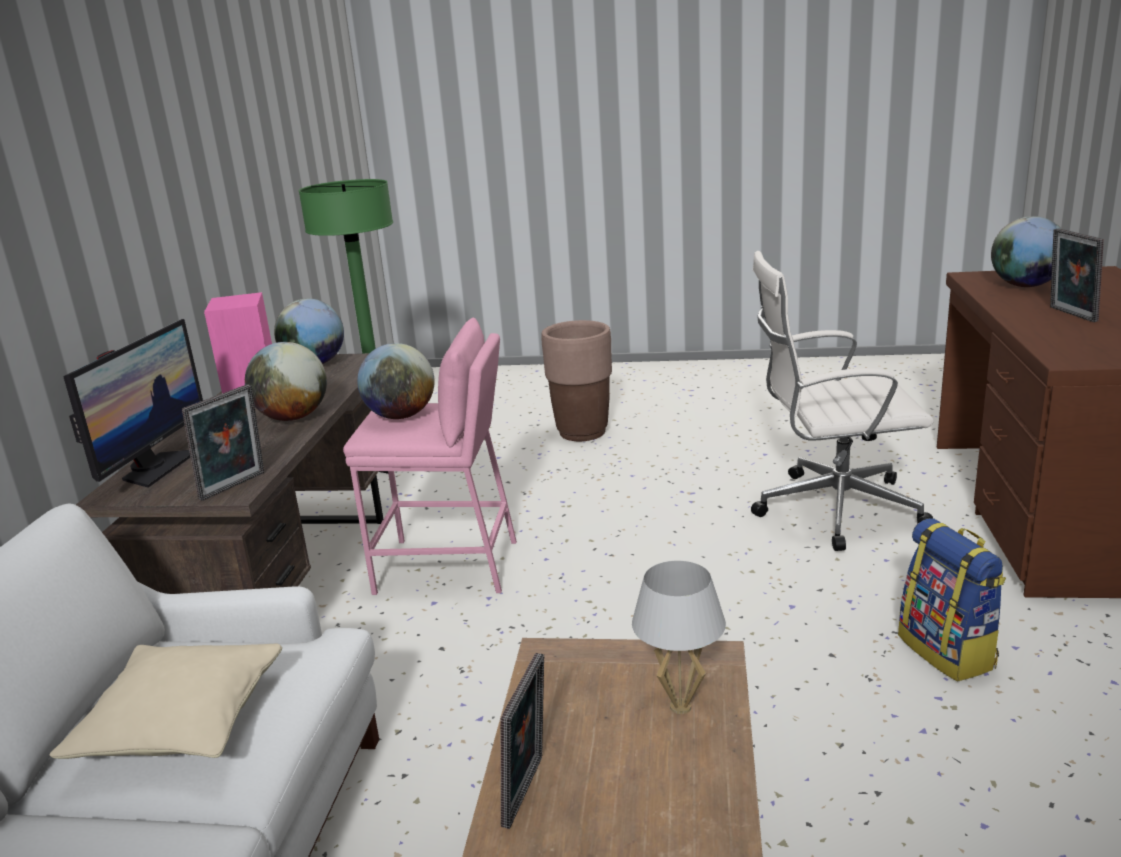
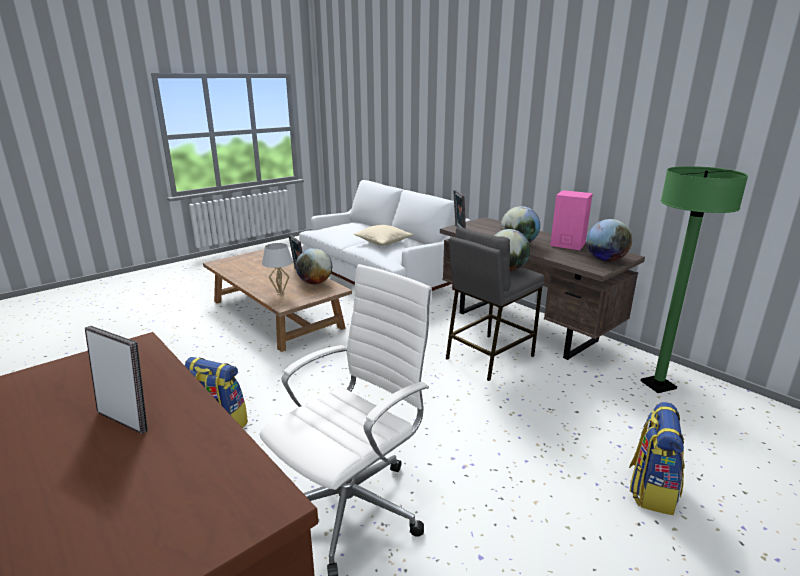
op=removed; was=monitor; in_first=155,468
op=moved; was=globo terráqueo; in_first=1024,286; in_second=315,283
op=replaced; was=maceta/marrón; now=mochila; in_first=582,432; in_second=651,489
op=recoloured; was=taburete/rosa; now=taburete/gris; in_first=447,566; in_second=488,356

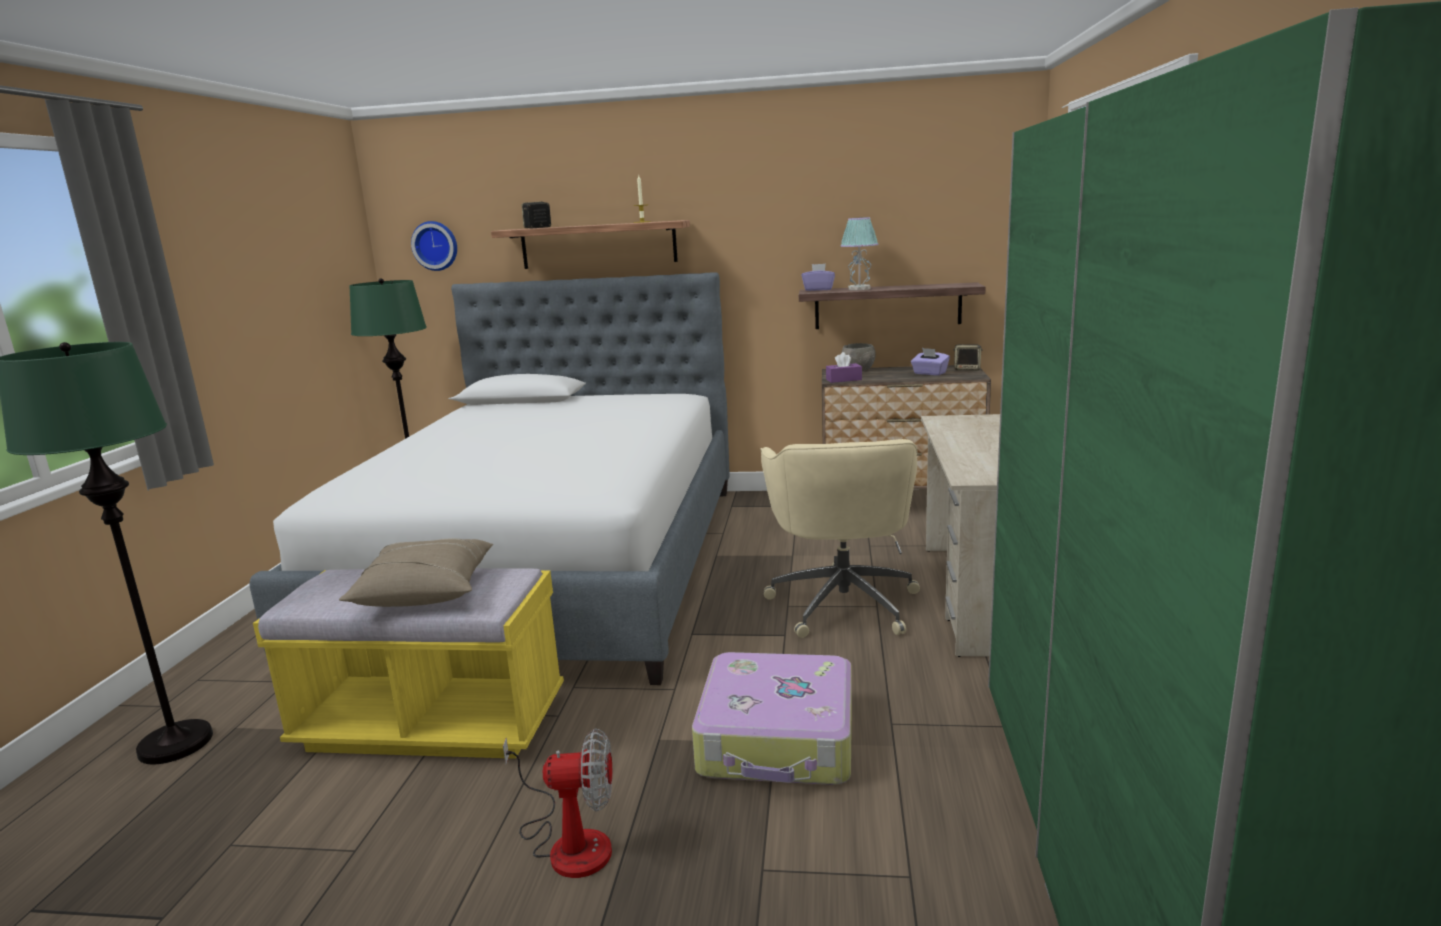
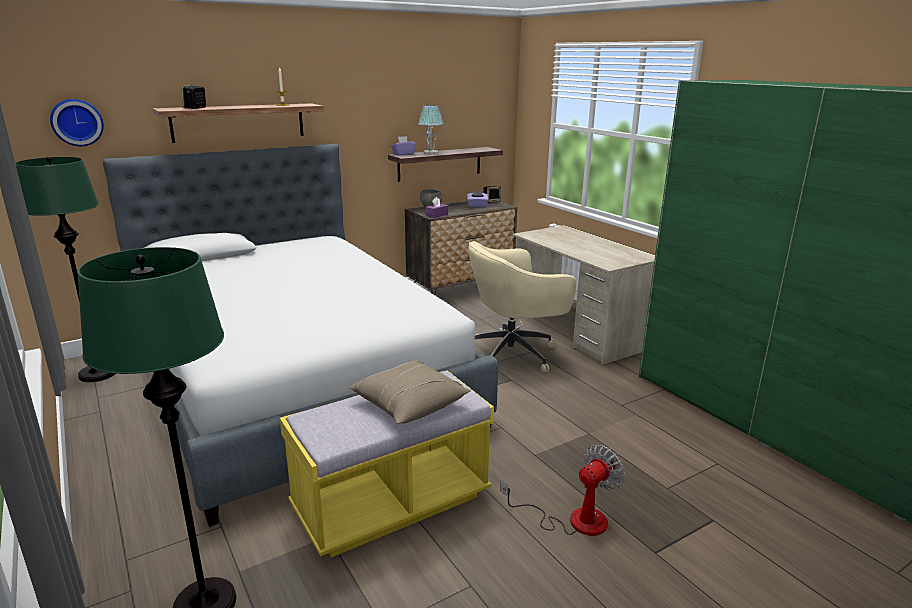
op=removed; was=maleta; in_first=778,739
op=turned; was=silla de oficina/beis; in_first=843,602; in_second=513,353; clockwise=105

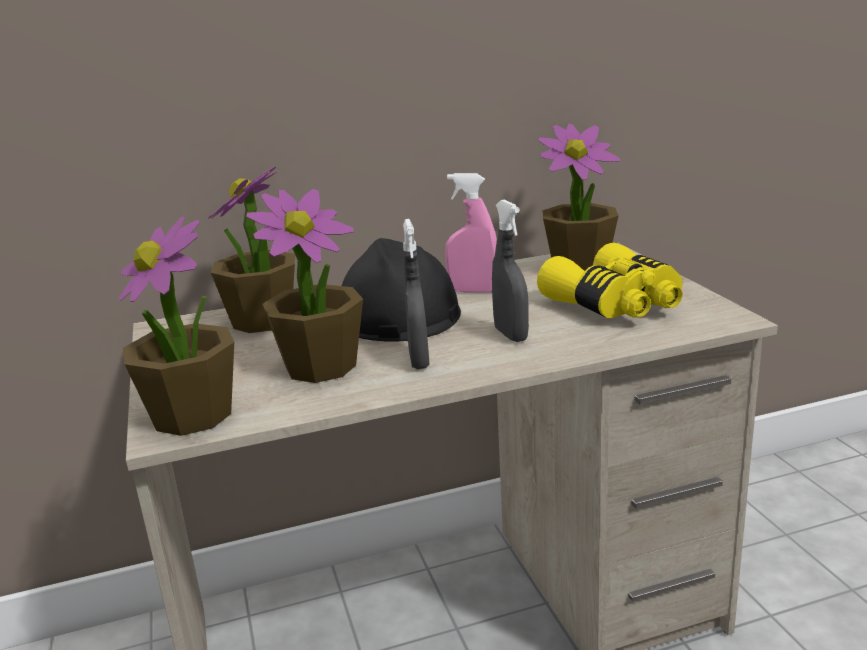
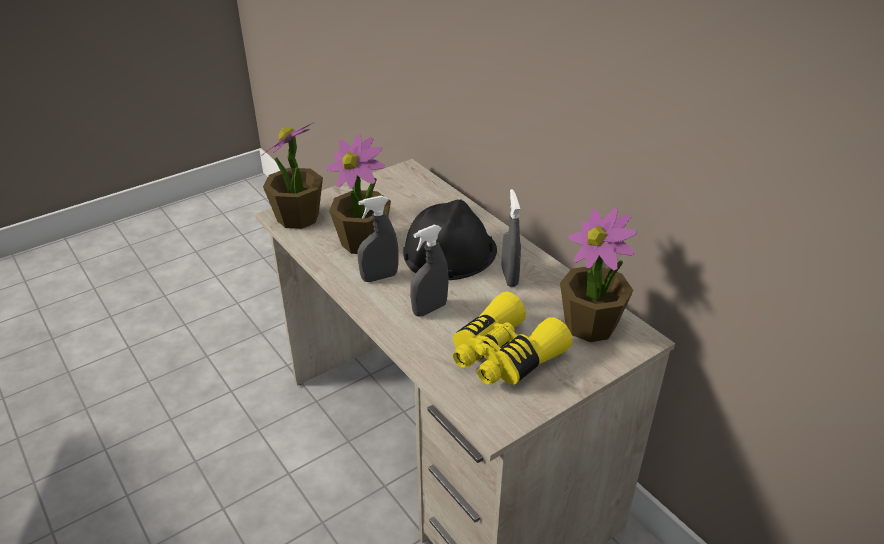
op=removed; was=planta en maceta; in_first=263,321
op=recoloured; was=pulverizador/rosa; now=pulverizador/gris; in_first=473,291; in_second=509,277

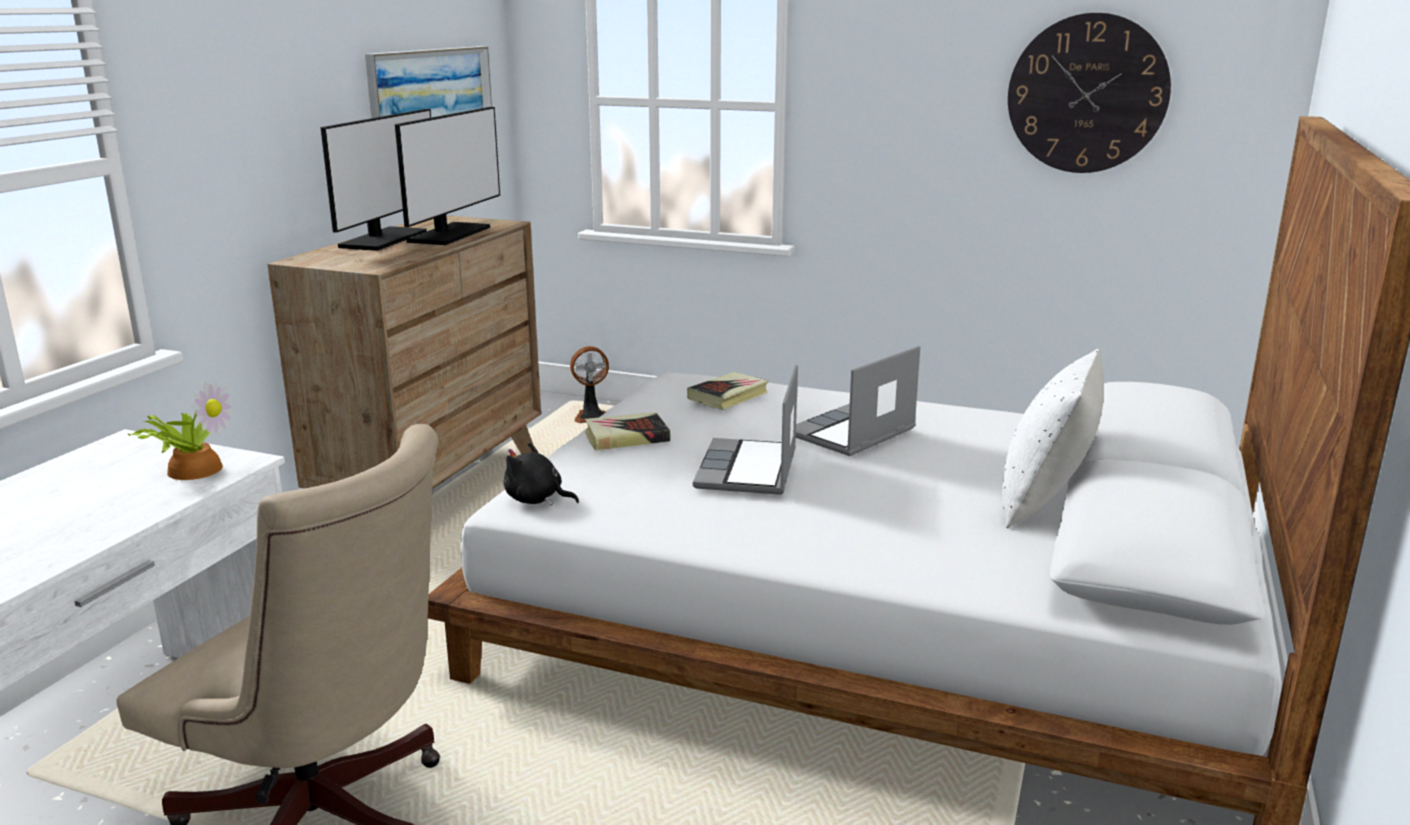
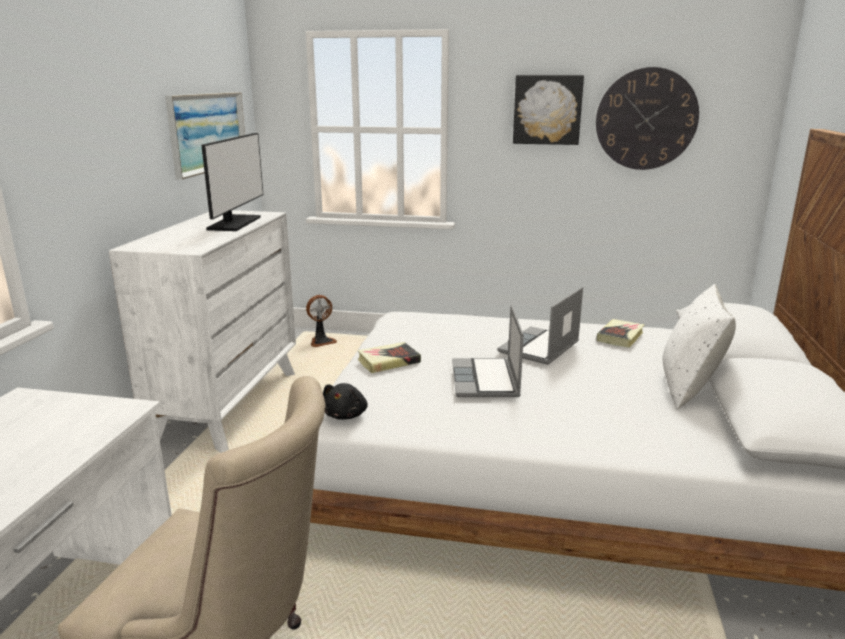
op=removed; was=planta en maceta; in_first=194,468
op=removed; was=monitor; in_first=383,239
op=added; now=cuadro; in_second=547,110
op=moved; was=libro; in_first=728,396; in_second=620,337
op=recoloured; was=cómoda/marrón; now=cómoda/blanco; in_first=433,492; in_second=228,405
op=turned; was=peluche/negro; in_first=536,499; in_second=346,415; clockwise=-90

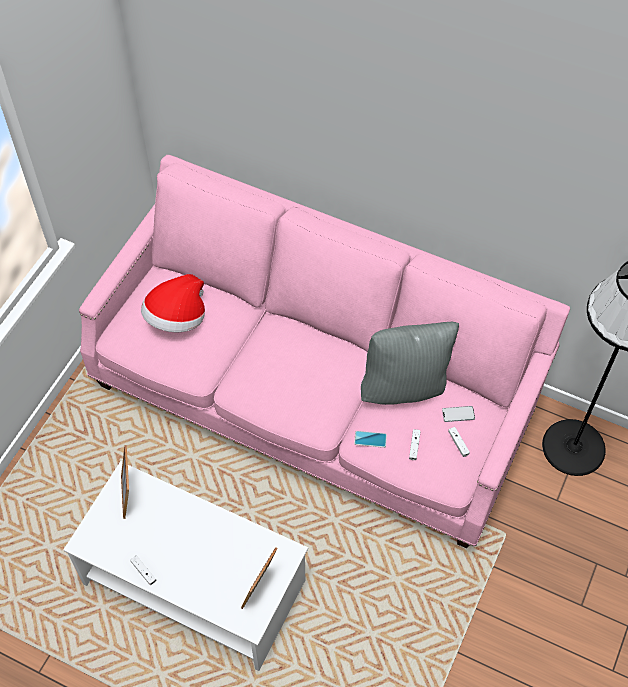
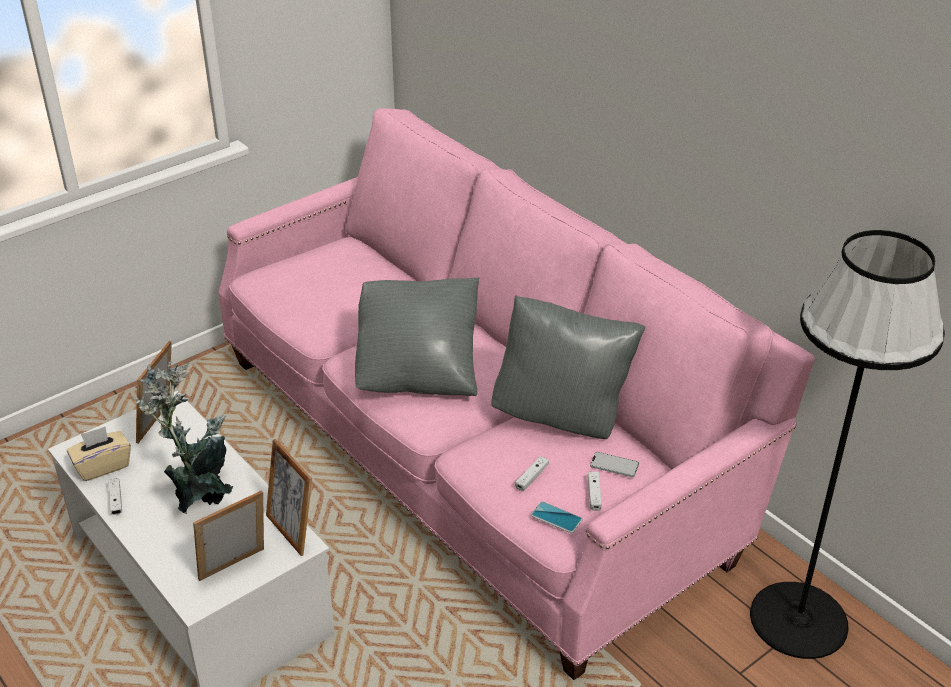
op=removed; was=sombrero; in_first=177,318
op=added; now=caja de pañuelos/beis; in_second=102,466
op=added; now=planta en maceta; in_second=201,497
op=added; now=portarretratos; in_second=292,530
op=added; now=cojín/gris; in_second=419,370
op=moved; was=móvil; in_first=370,439; in_second=556,518

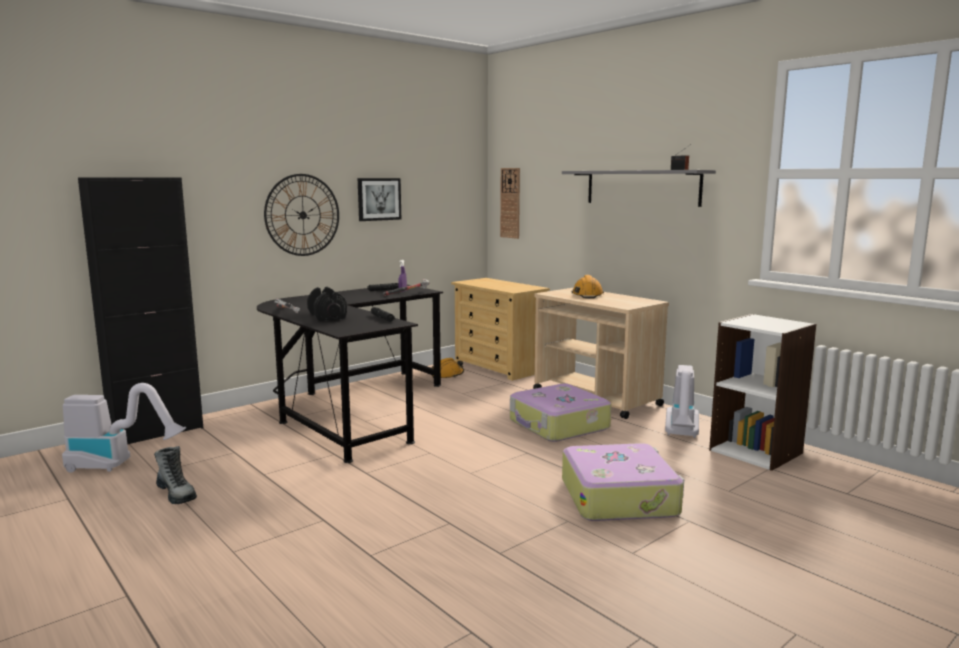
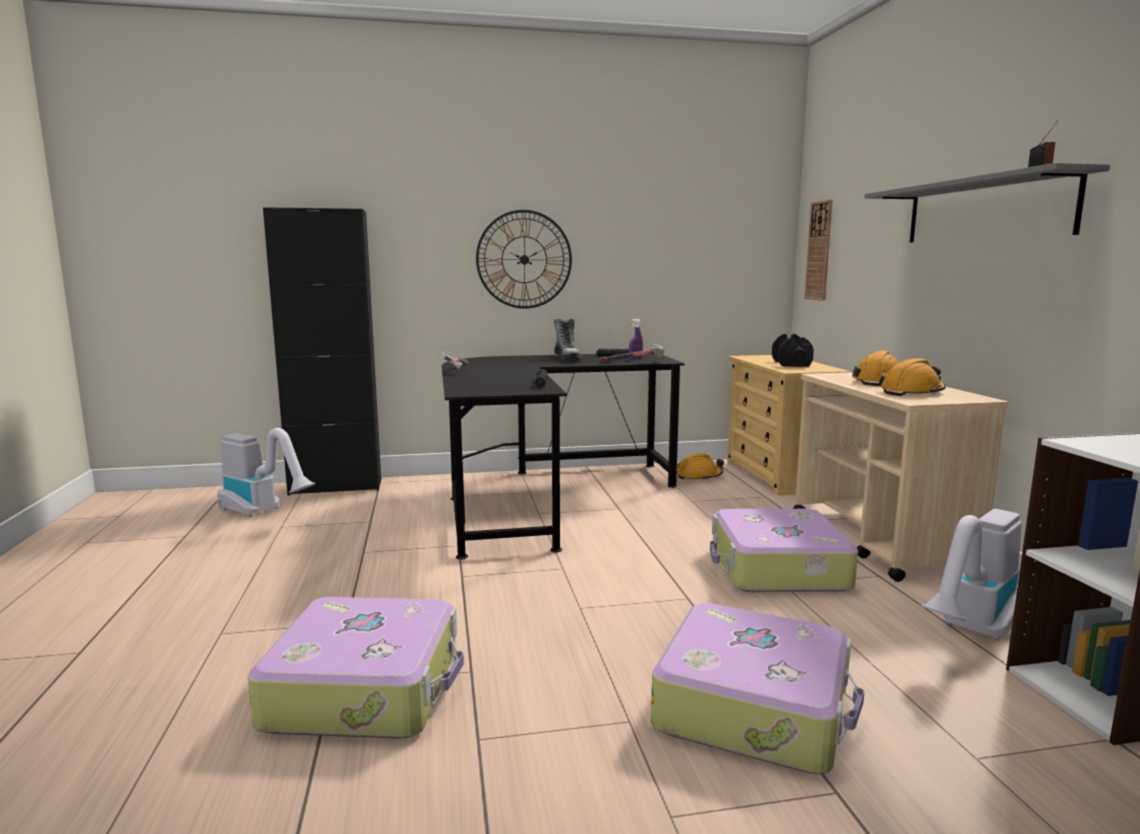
op=removed; was=cuadro; in_first=379,199
op=added; now=maleta; in_second=366,688
op=added; now=casco/naranja; in_second=912,392
op=moved; was=bota; in_first=176,494; in_second=567,358
op=moved; was=mancuerna/negro; in_first=327,316; in_second=791,363

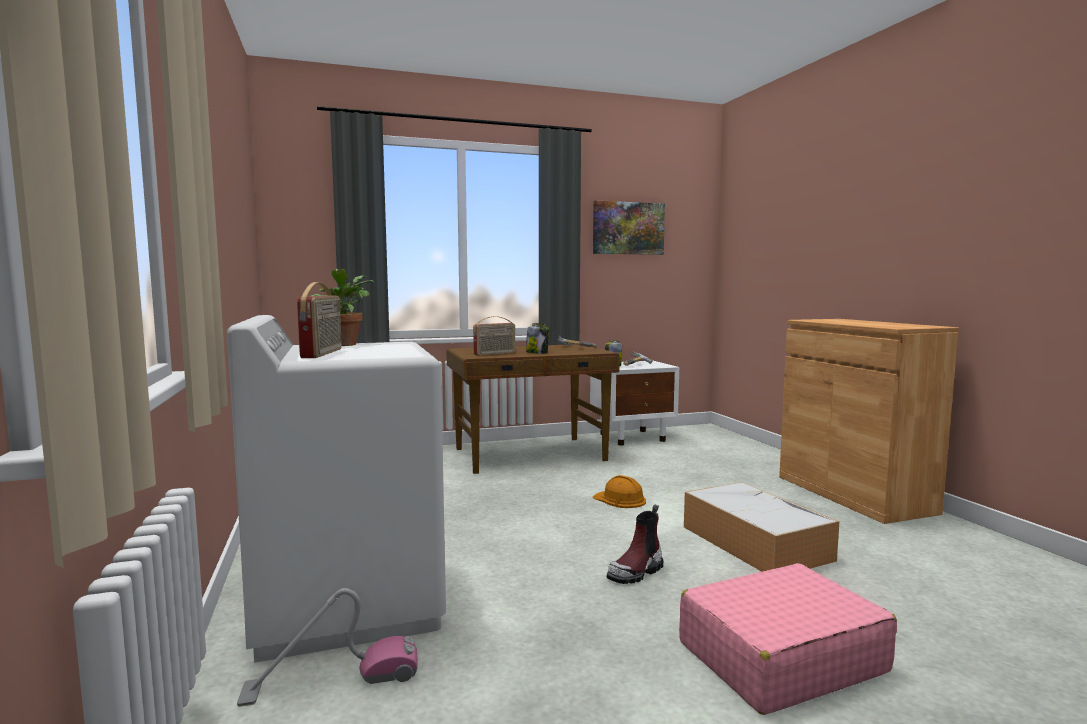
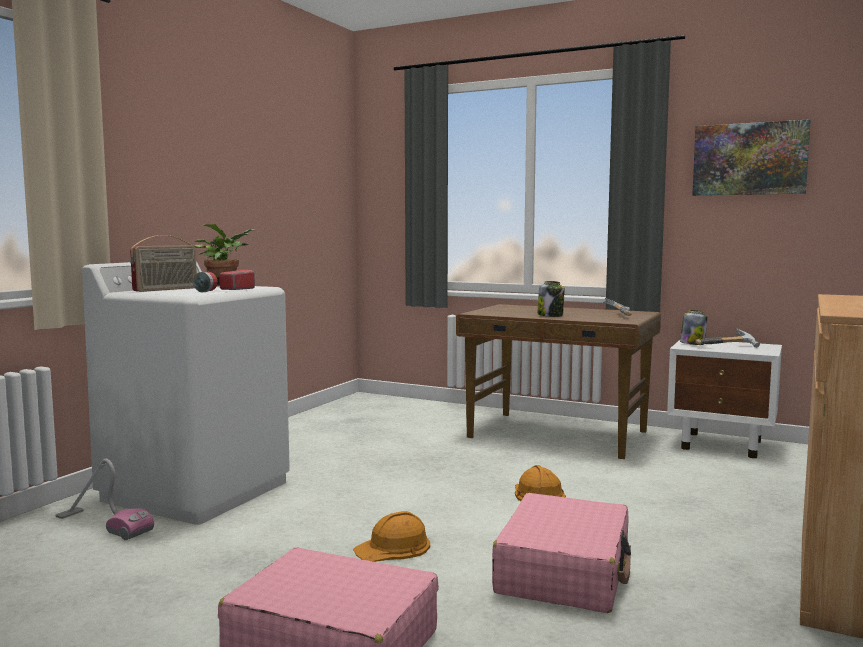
op=removed; was=radio; in_first=495,354
op=added; now=linterna; in_second=225,290
op=replaced; was=bota; now=casco/naranja; in_first=636,572; in_second=394,547
op=replaced; was=caja de almacenaje; now=maleta/rosa; in_first=753,542; in_second=564,572

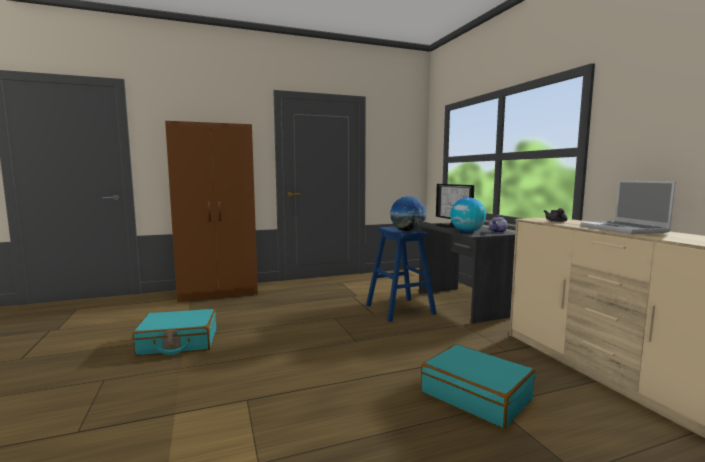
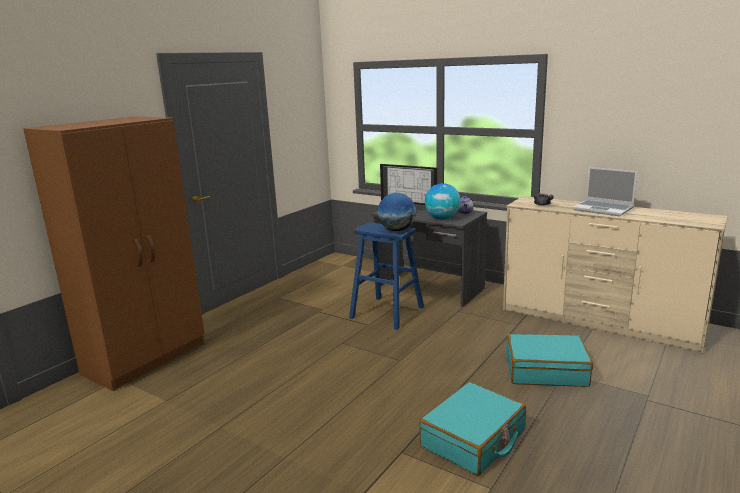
op=moved; was=maleta/turquesa; in_first=178,343; in_second=473,439

